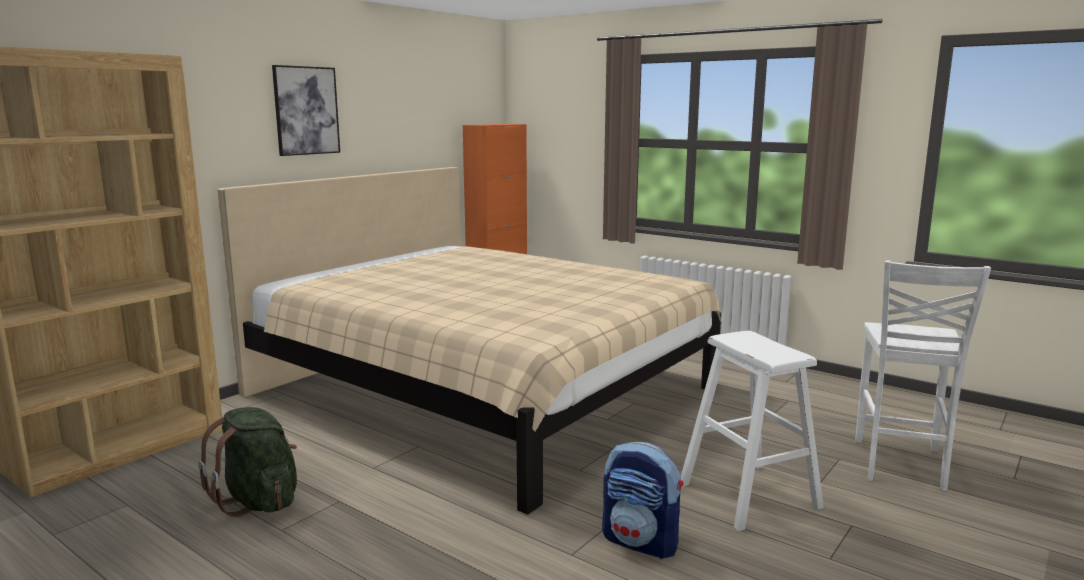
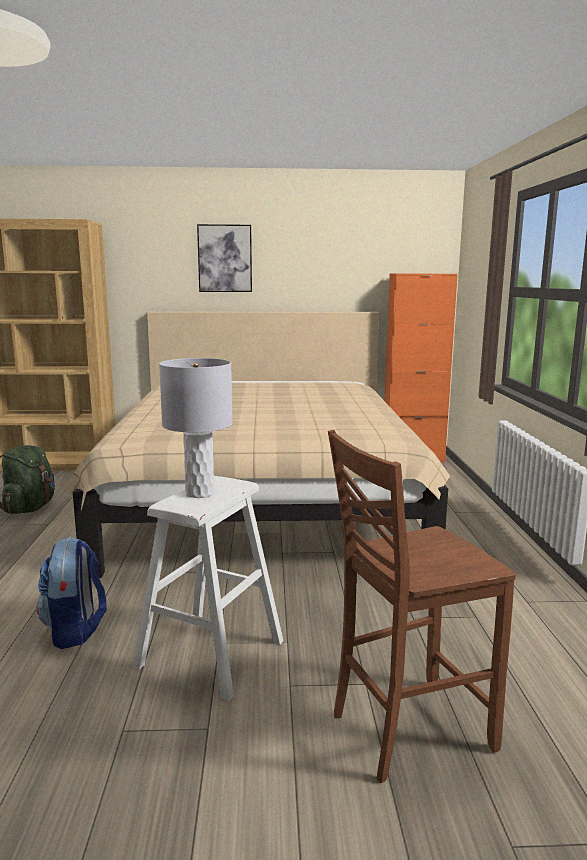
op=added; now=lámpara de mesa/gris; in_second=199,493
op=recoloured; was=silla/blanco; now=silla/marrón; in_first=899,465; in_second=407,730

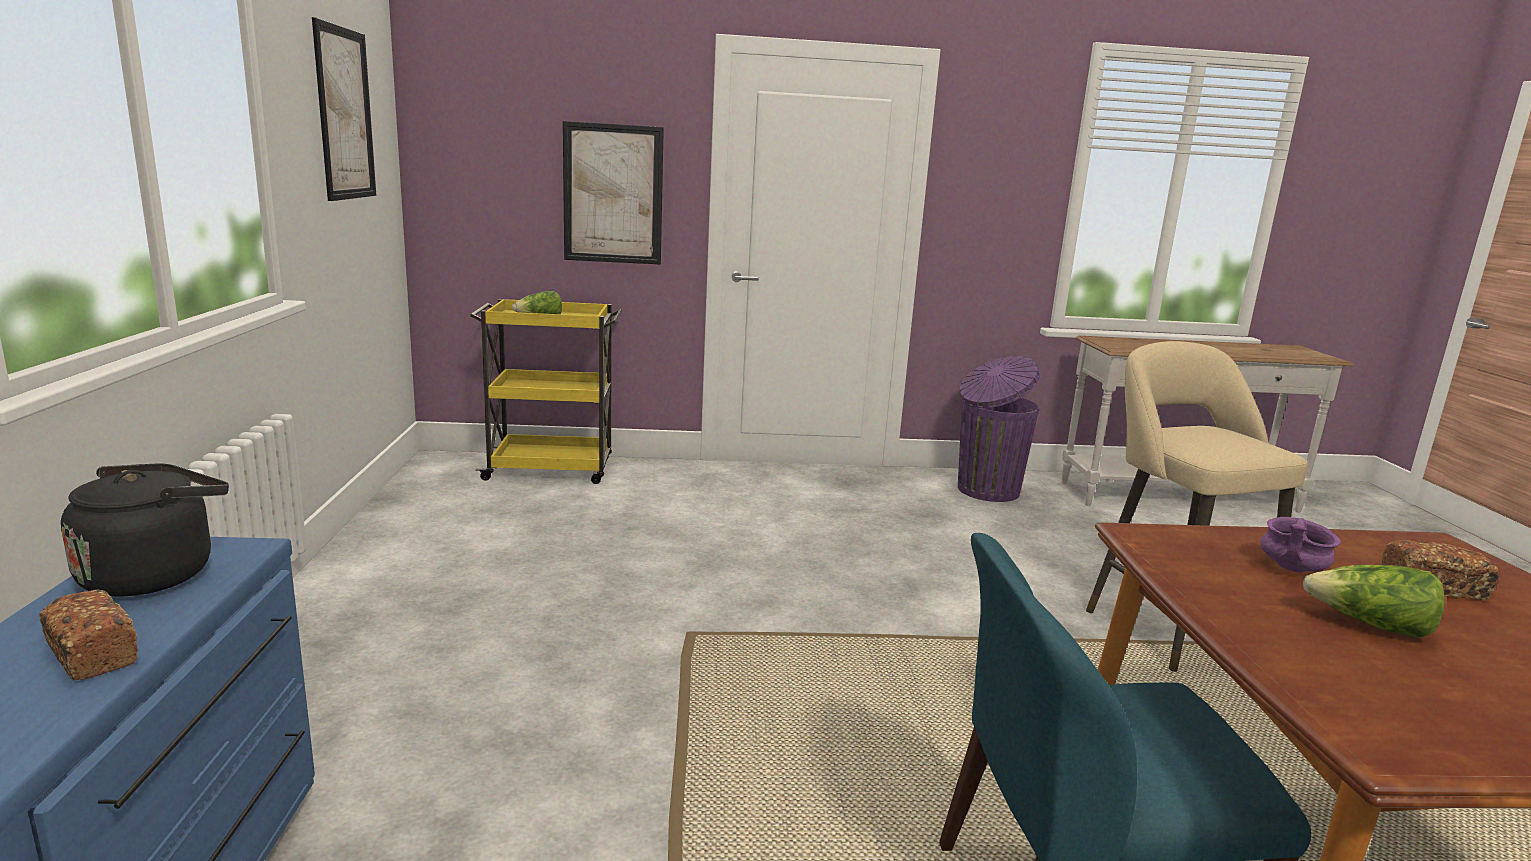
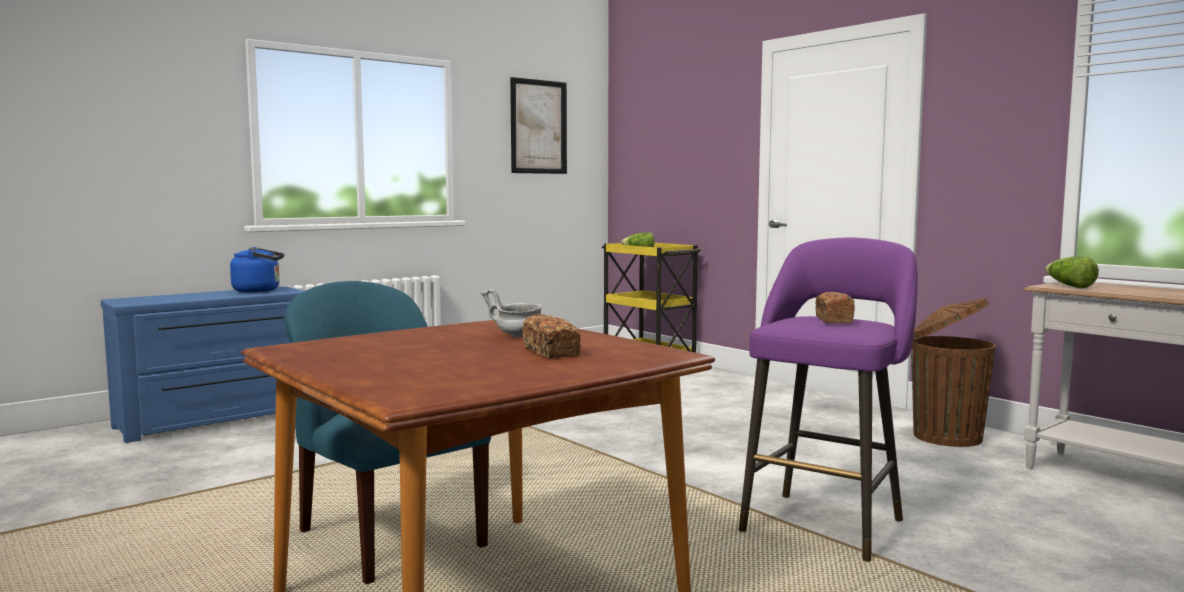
op=removed; was=cuadro; in_first=613,194
op=moved; was=pan; in_first=92,654; in_second=833,320
op=moved; was=lechuga; in_first=1370,625; in_second=1069,286
op=recoloured; was=hervidor/negro; now=hervidor/azul; in_first=154,574; in_second=259,291
op=recoloured; was=papelera/morado; now=papelera/marrón; in_first=986,490; in_second=944,436
op=recoloured; was=taburete/beis; now=taburete/morado; in_first=1167,626; in_second=825,522
op=recoloured; was=cuenco/morado; now=cuenco/gris; in_first=1293,569; in_second=518,336

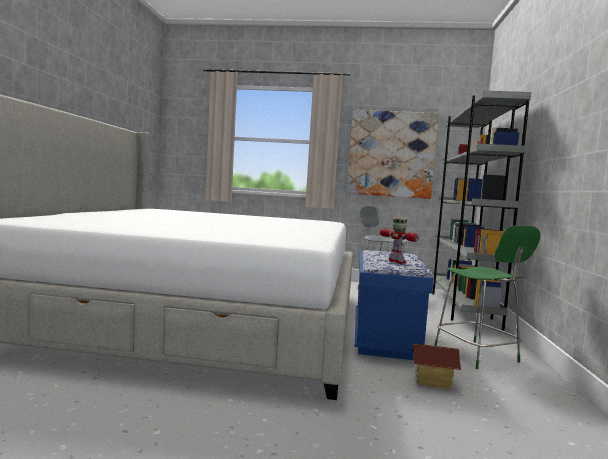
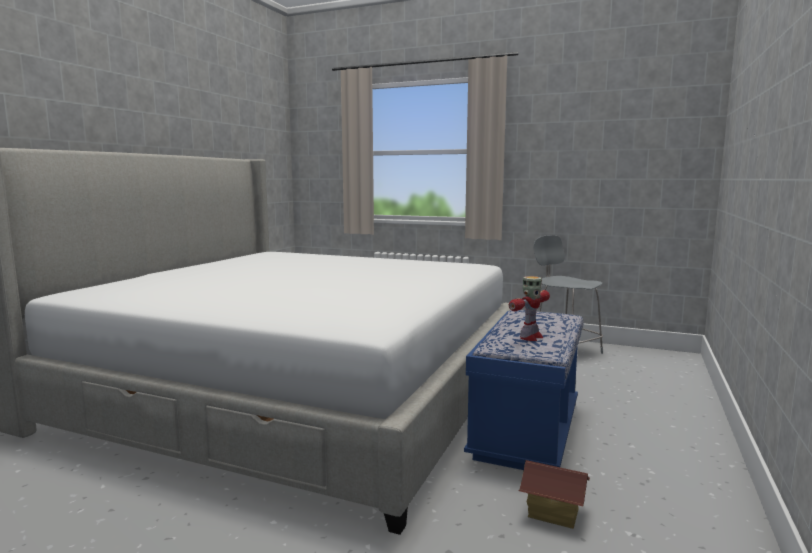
op=removed; was=cuadro; in_first=391,154
op=removed; was=estantería/gris; in_first=462,307
op=removed; was=silla/verde; in_first=478,355
op=turned; was=robot de juguete; in_first=397,262; in_second=530,337; clockwise=60

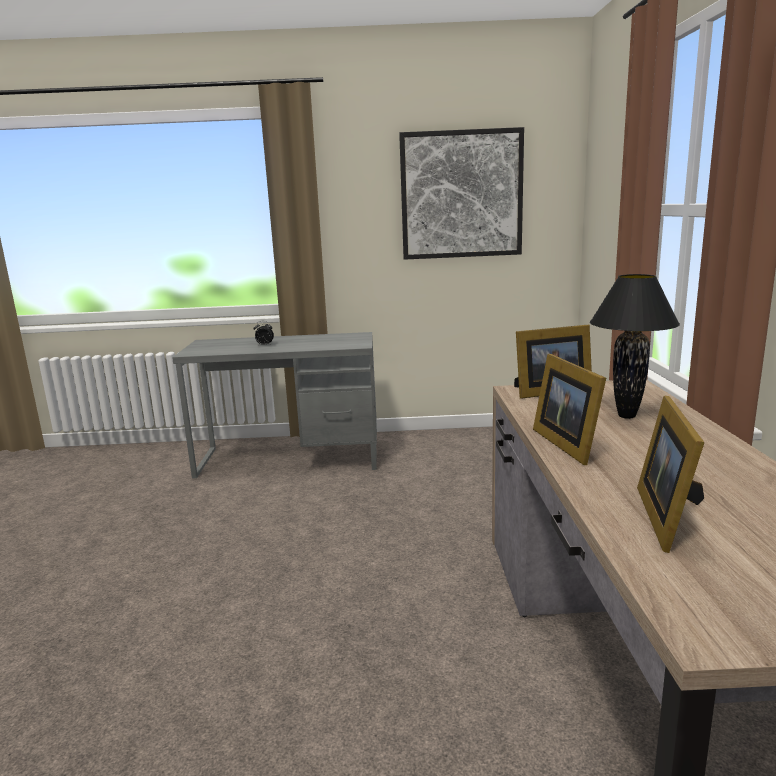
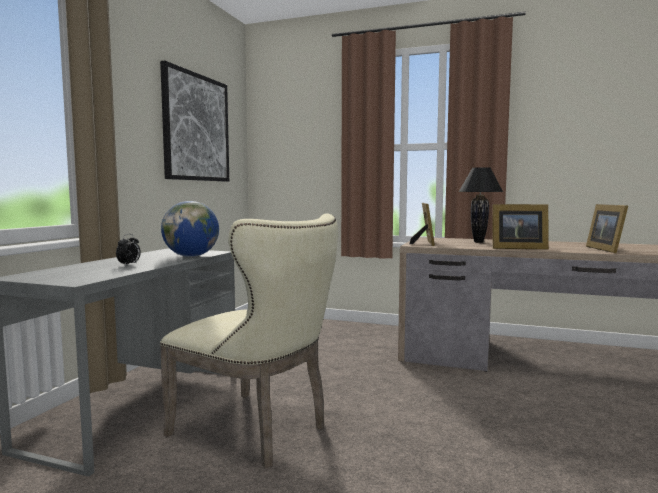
op=added; now=silla/beis; in_second=258,431
op=added; now=globo terráqueo; in_second=191,256
op=turned; was=portarretratos; in_first=669,516; in_second=606,249; clockwise=60

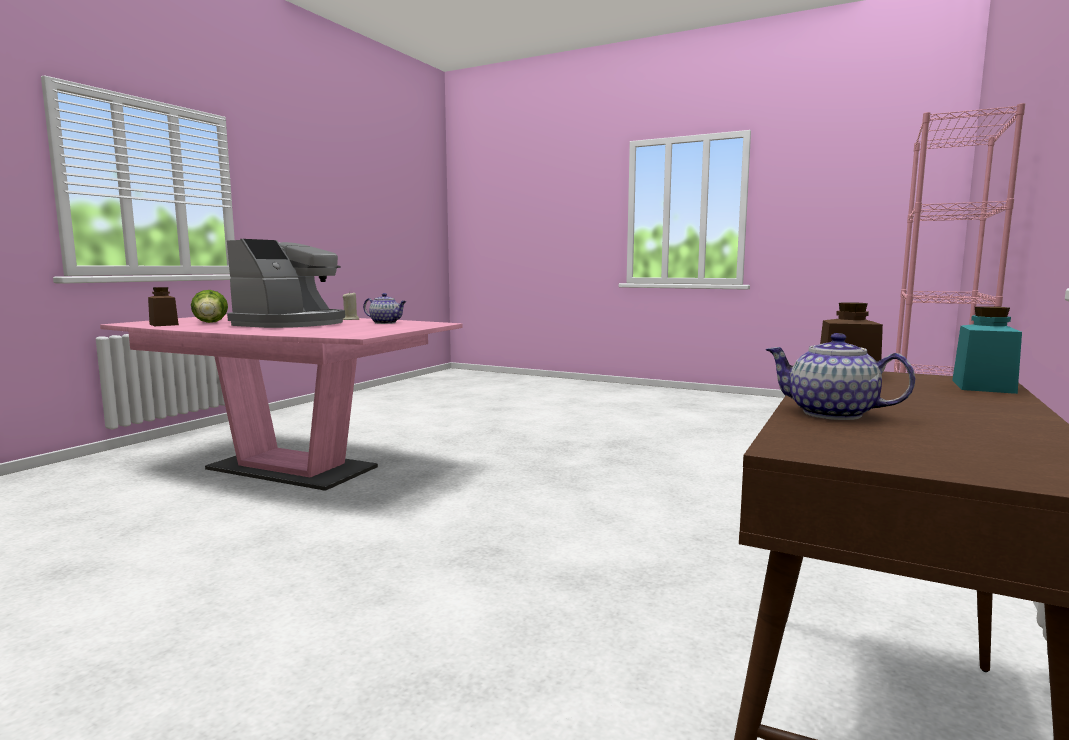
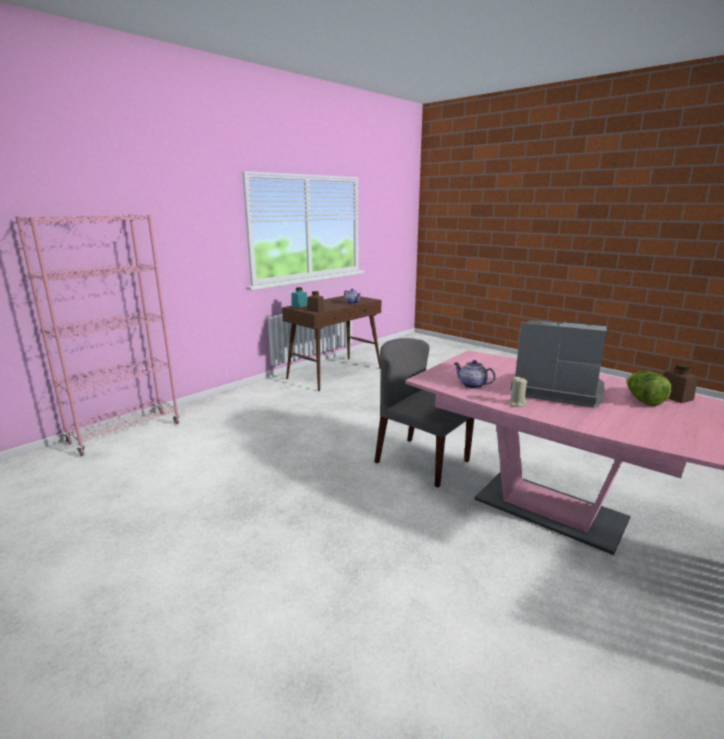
op=added; now=silla/gris; in_second=421,461
op=turned; was=cafetera; in_first=292,324; in_second=555,389; clockwise=75

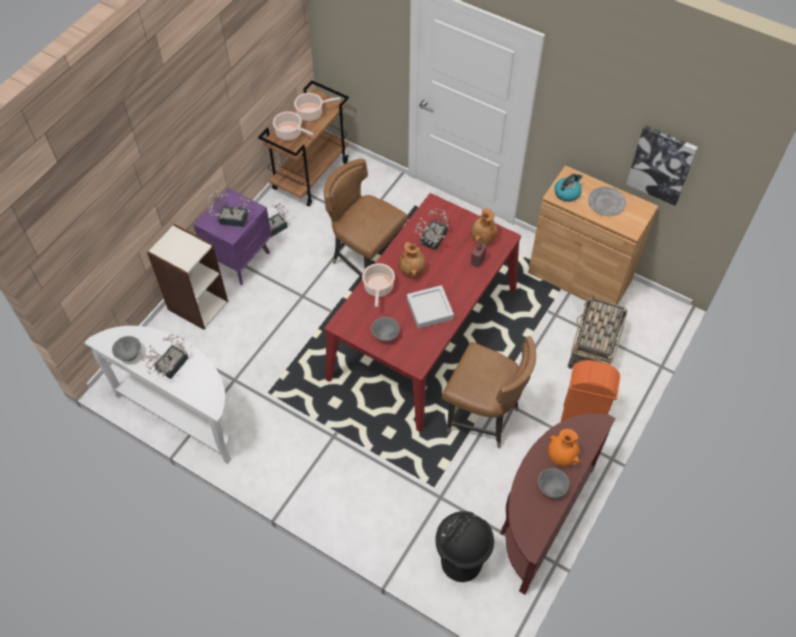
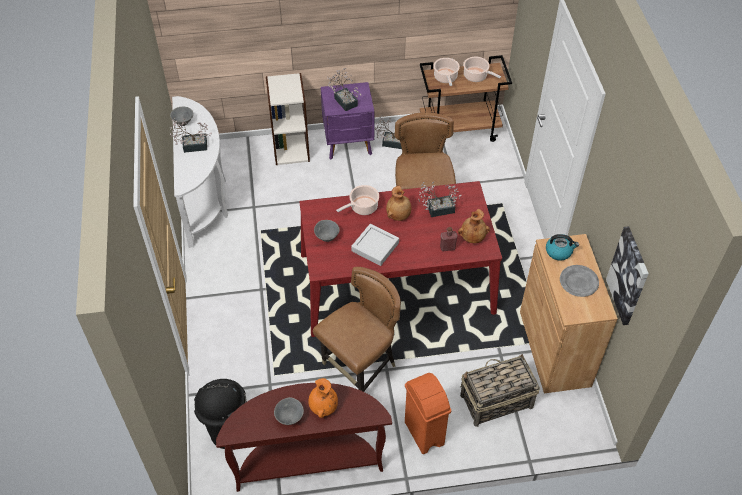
op=turned; was=silla/marrón; in_first=483,417; in_second=360,367; clockwise=-120

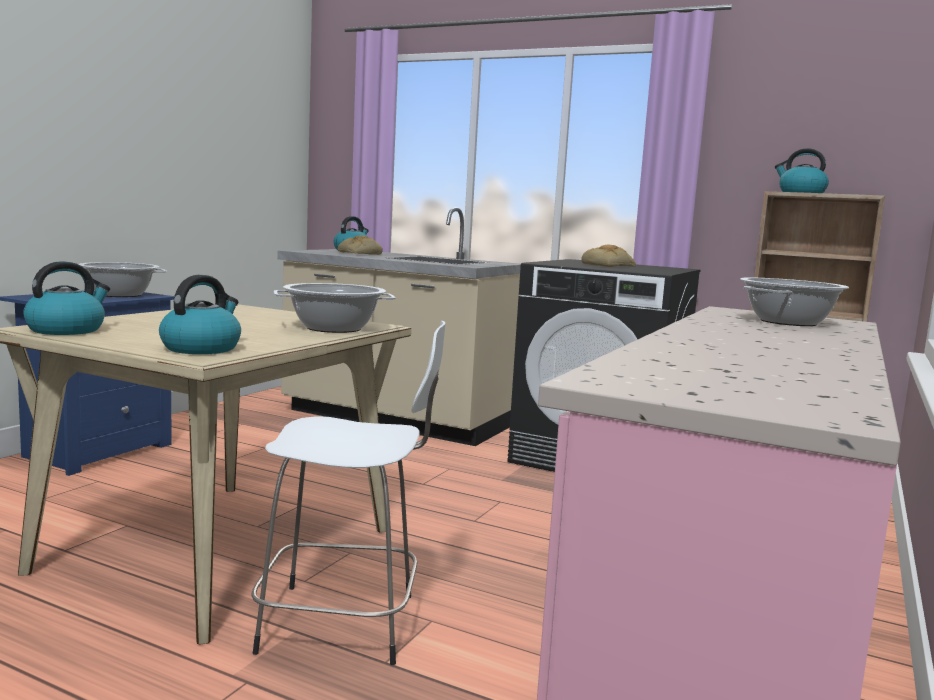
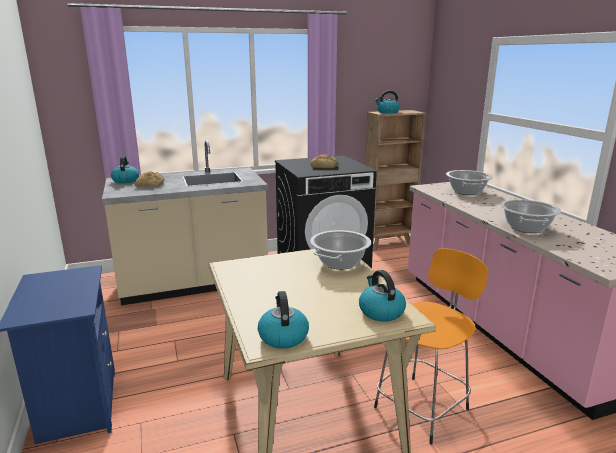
op=moved; was=olla; in_first=119,295; in_second=526,228
op=recoloured; was=taburete/blanco; now=taburete/naranja; in_first=345,623; in_second=423,406

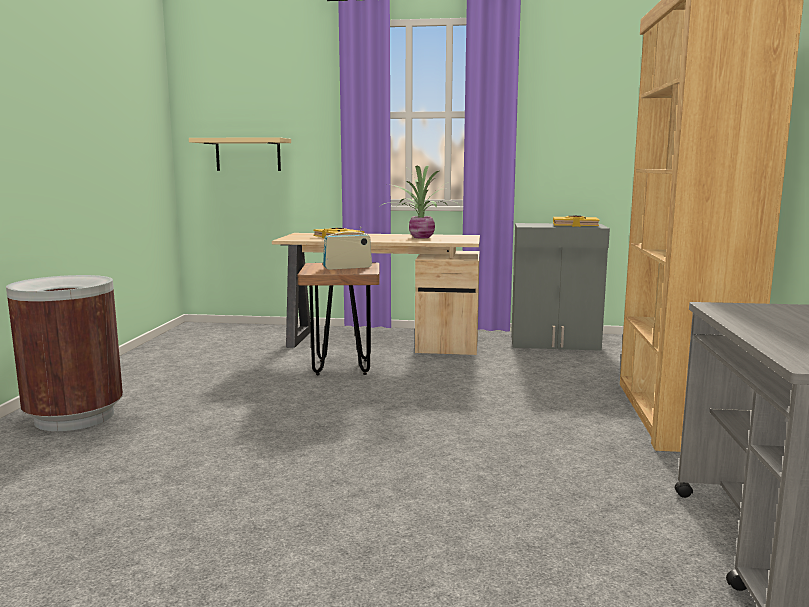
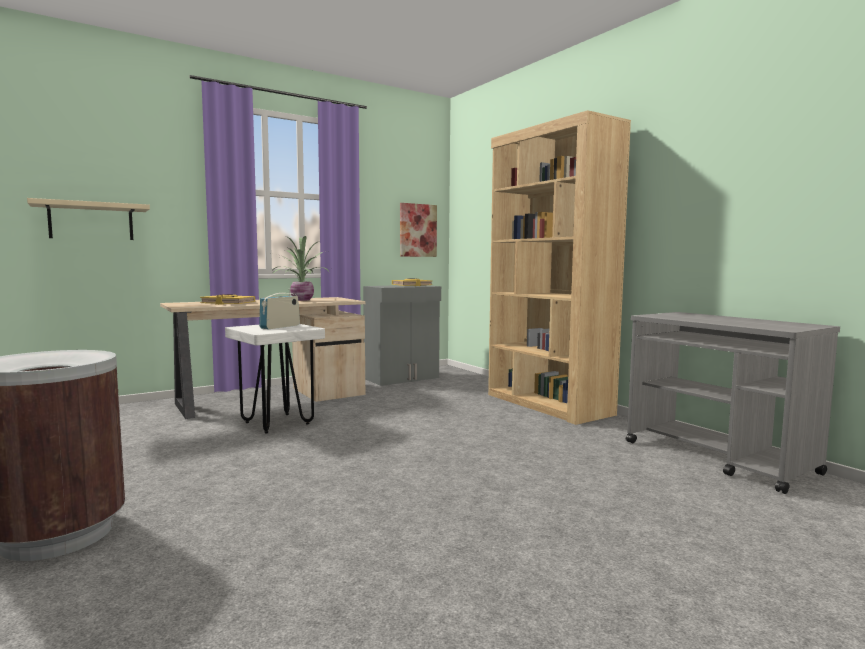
op=added; now=cuadro; in_second=417,230
op=recoloured; was=taburete/marrón; now=taburete/blanco; in_first=342,367; in_second=277,423

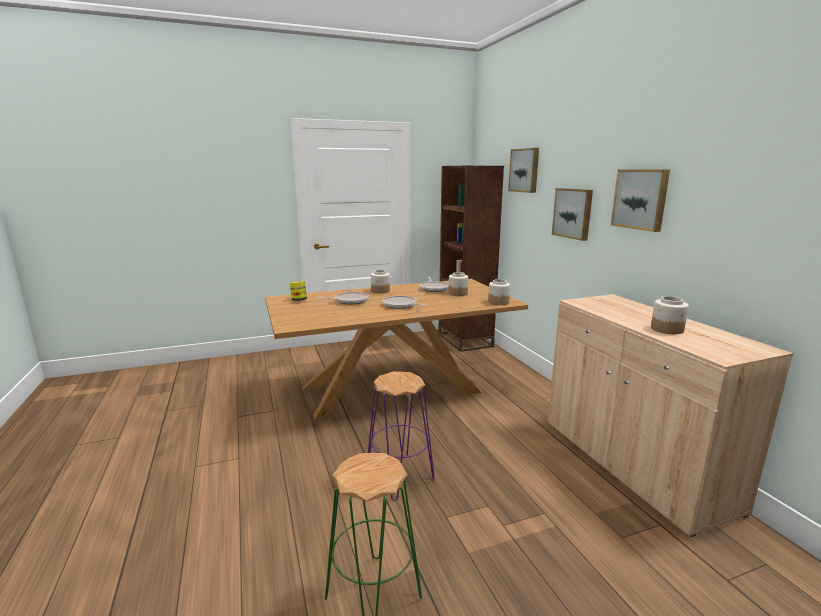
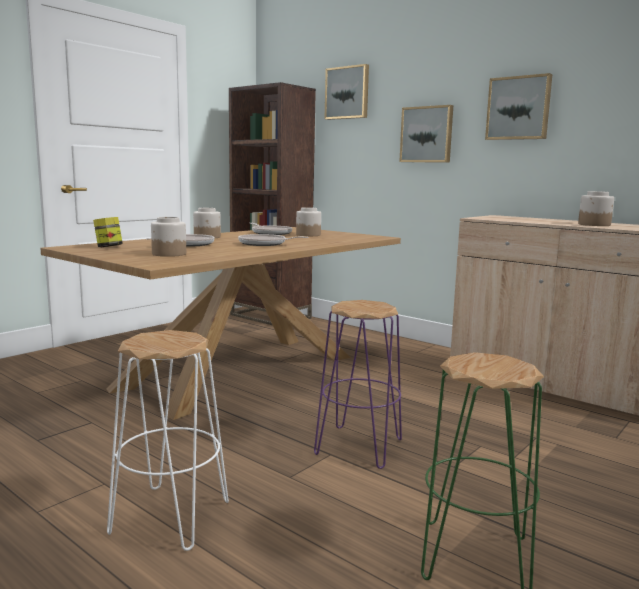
op=added; now=taburete/blanco; in_second=171,517
op=moved; was=tarro; in_first=498,302; in_second=169,254

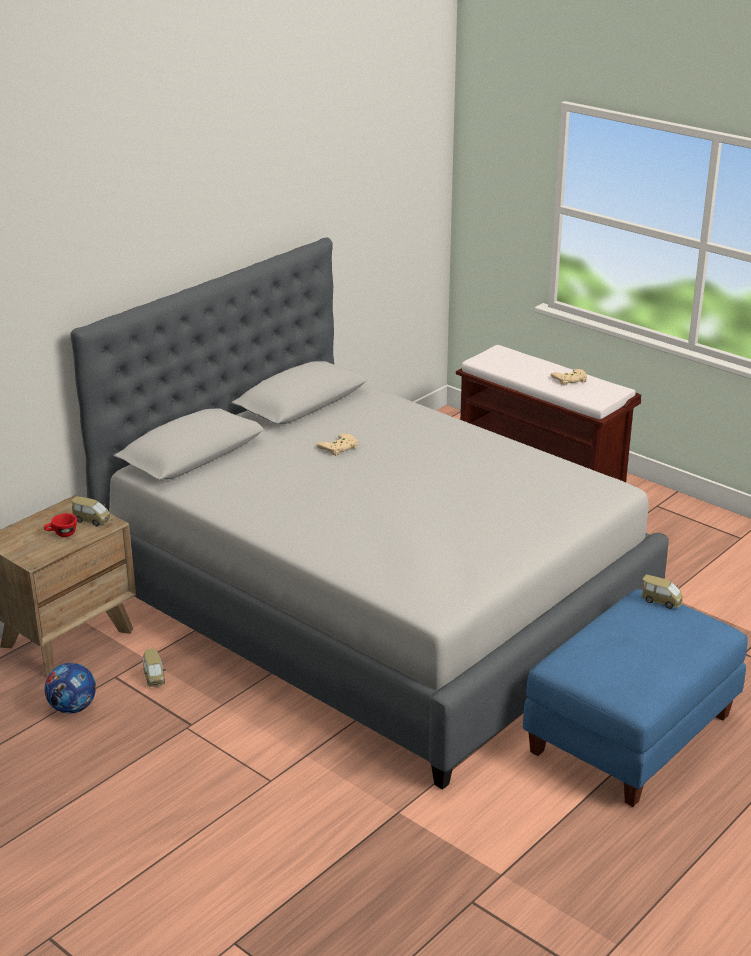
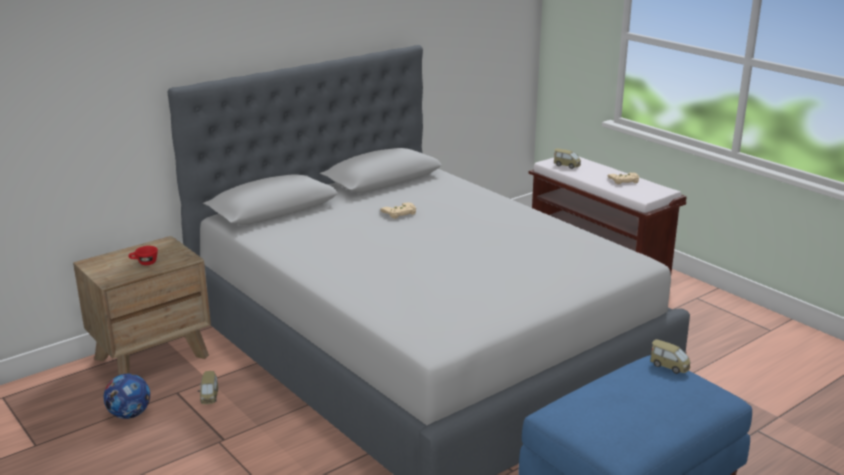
op=moved; was=coche de juguete; in_first=92,520; in_second=567,165

